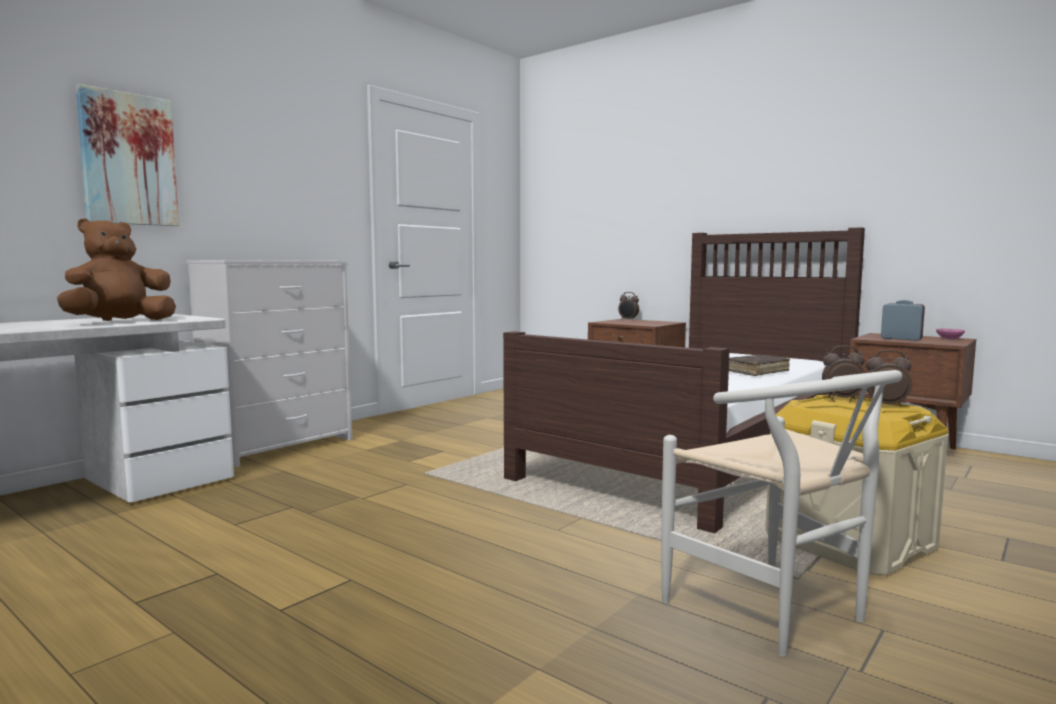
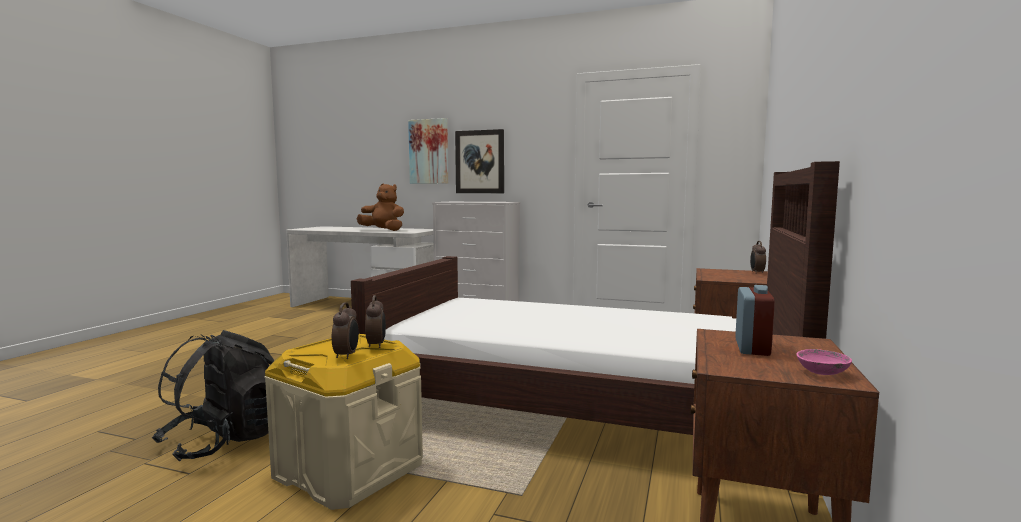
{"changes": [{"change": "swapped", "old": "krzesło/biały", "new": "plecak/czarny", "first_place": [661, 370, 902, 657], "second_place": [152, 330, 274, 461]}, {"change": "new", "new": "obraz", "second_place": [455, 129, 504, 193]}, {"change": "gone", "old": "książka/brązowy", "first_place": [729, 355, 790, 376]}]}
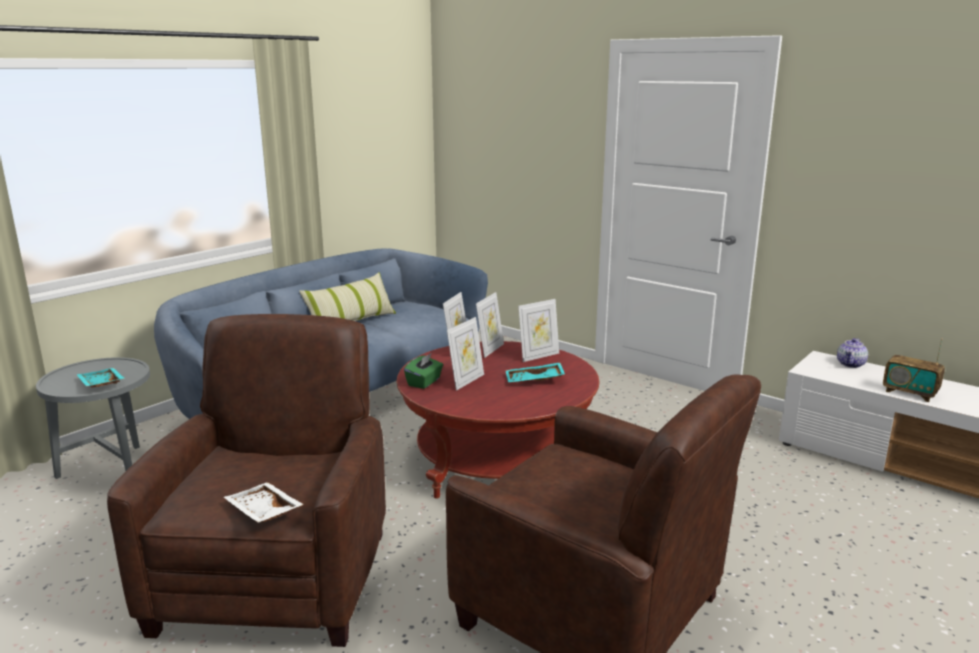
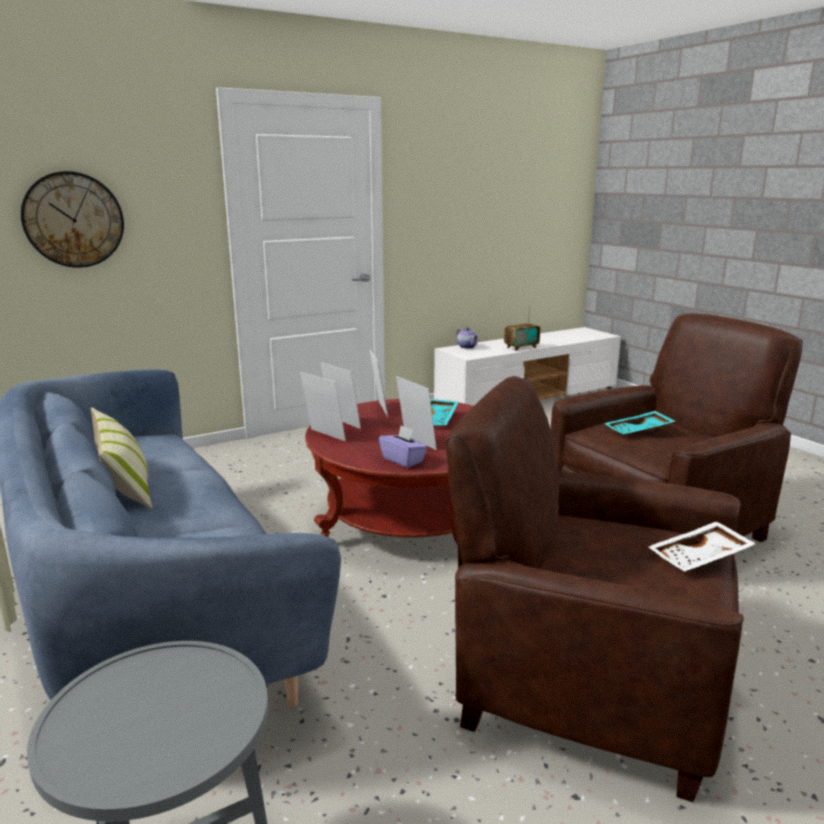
{"changes": [{"change": "new", "new": "zegar ścienny", "second_place": [21, 171, 124, 268]}, {"change": "repainted", "old": "pudełko chusteczek/zielony", "new": "pudełko chusteczek/fioletowy", "first_place": [404, 353, 443, 389], "second_place": [379, 425, 428, 468]}, {"change": "shifted", "old": "taca/turkusowy", "first_place": [76, 368, 125, 388], "second_place": [604, 411, 676, 435]}]}
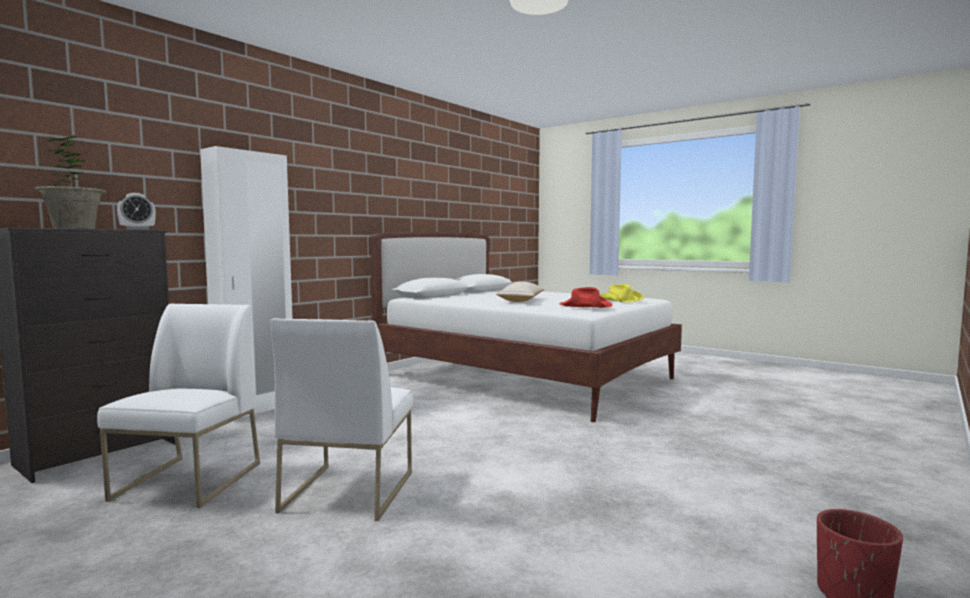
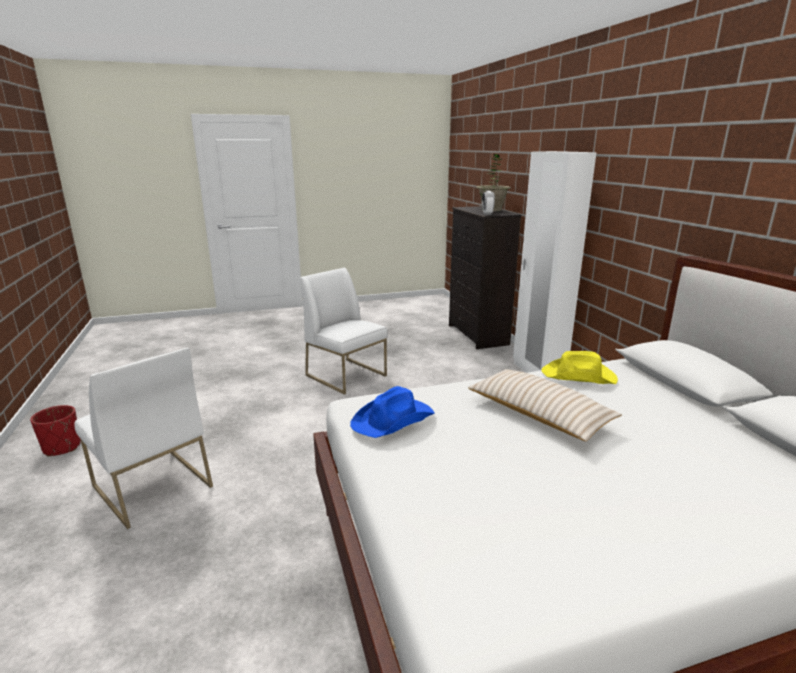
{"changes": [{"change": "shifted", "old": "krzesło/biały", "first_place": [97, 304, 260, 508], "second_place": [74, 348, 213, 529]}, {"change": "repainted", "old": "kapelusz/czerwony", "new": "kapelusz/niebieski", "first_place": [560, 287, 612, 308], "second_place": [350, 386, 435, 438]}, {"change": "shifted", "old": "kapelusz/żółty", "first_place": [600, 284, 644, 302], "second_place": [541, 351, 618, 384]}]}
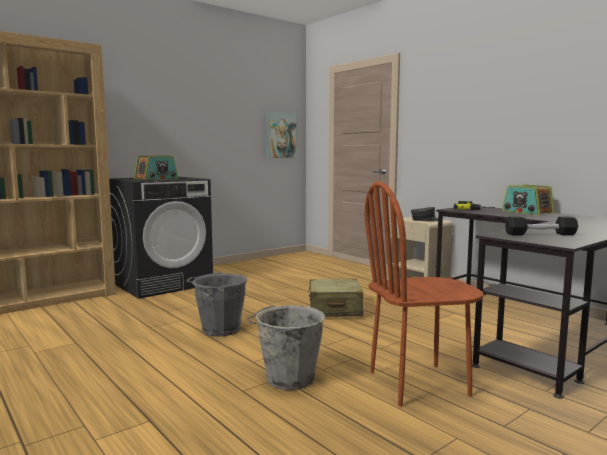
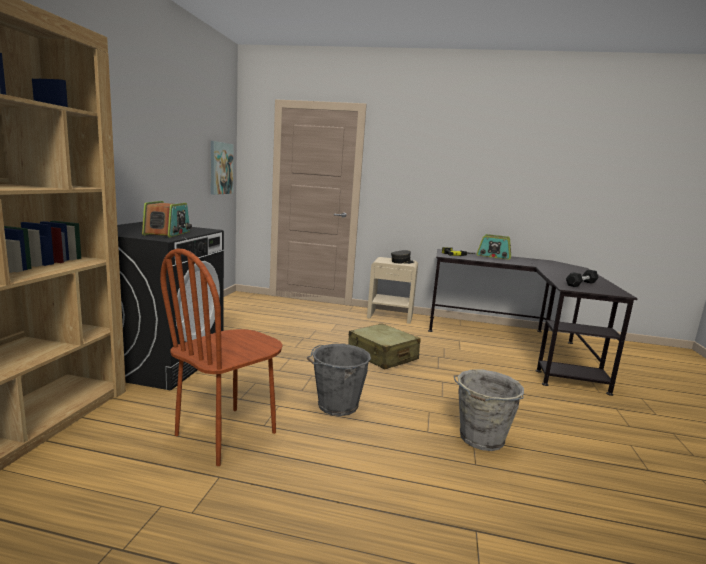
{"changes": [{"change": "shifted", "old": "krzesło/brązowy", "first_place": [365, 182, 484, 407], "second_place": [160, 248, 283, 466]}]}
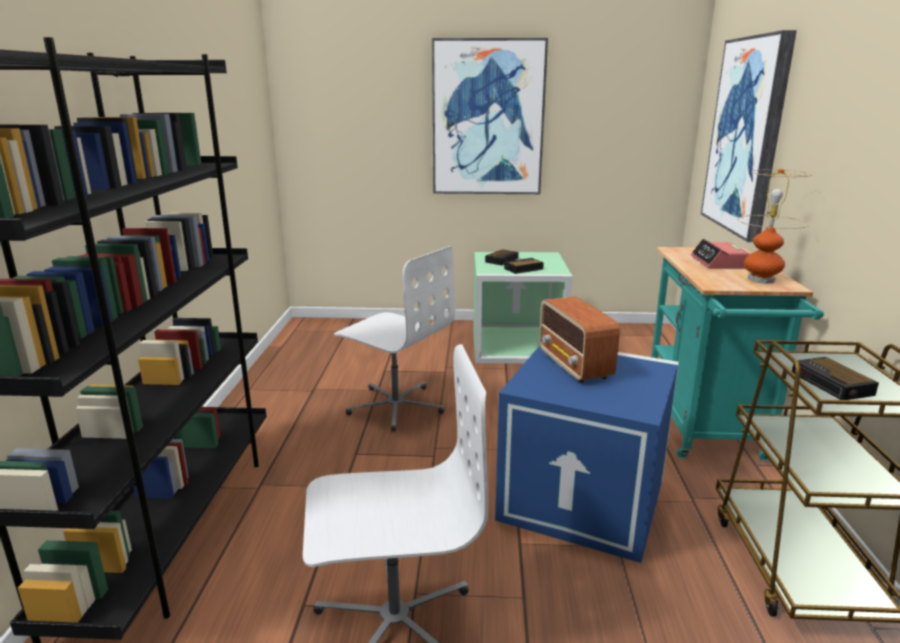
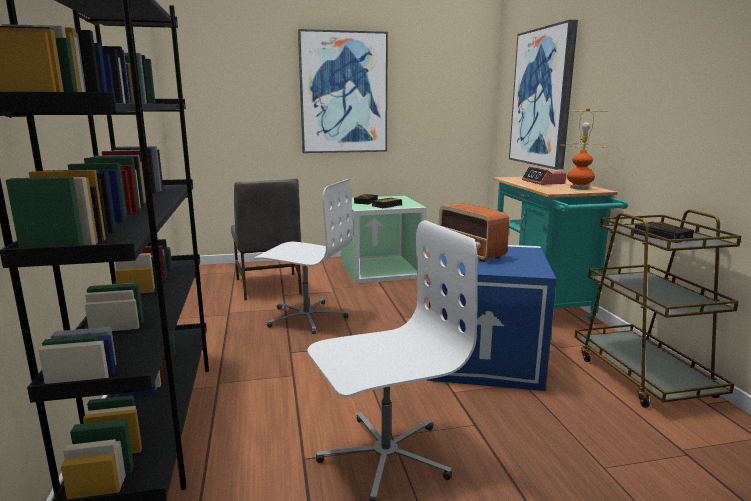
{"changes": [{"change": "new", "new": "krzesło/szary", "second_place": [231, 179, 302, 300]}]}
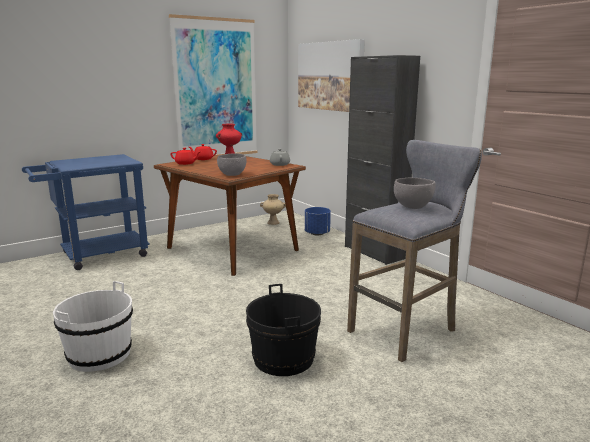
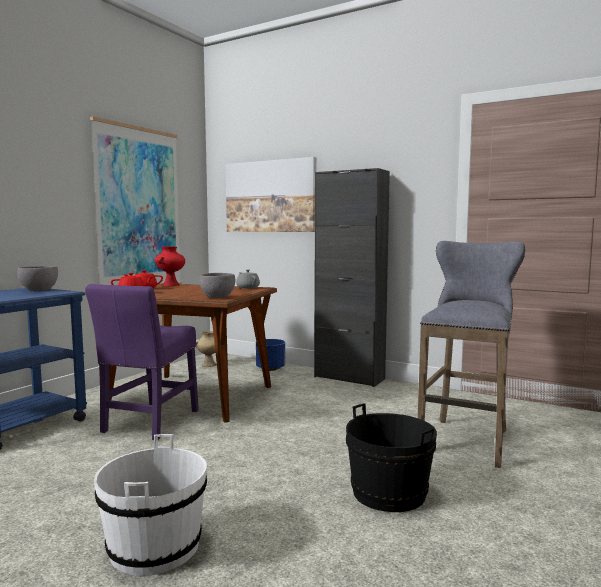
{"changes": [{"change": "shifted", "old": "miska/szary", "first_place": [394, 178, 435, 209], "second_place": [17, 266, 58, 291]}, {"change": "new", "new": "krzesło/fioletowy", "second_place": [85, 284, 199, 440]}]}
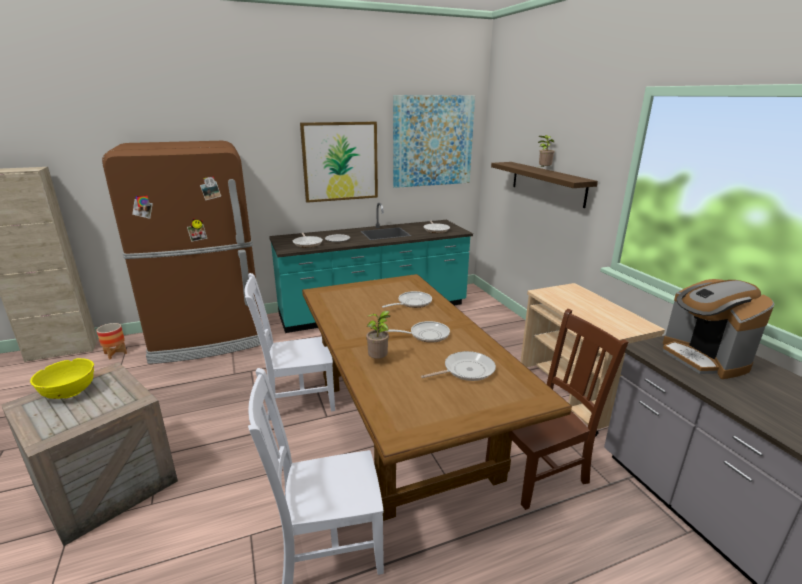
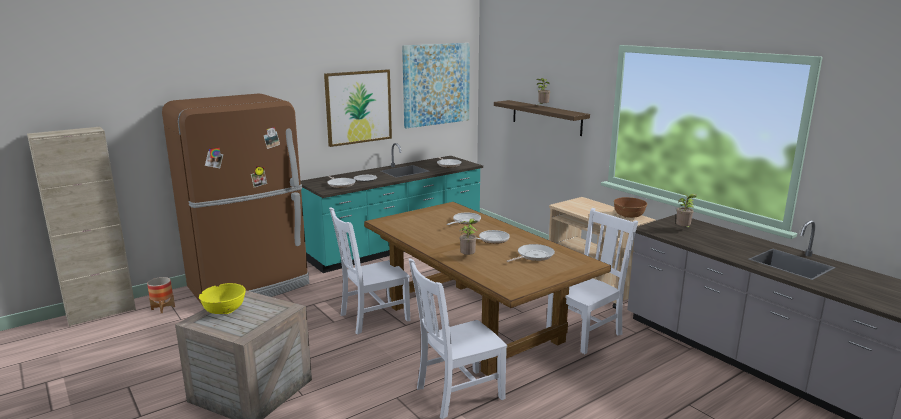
{"changes": [{"change": "repainted", "old": "krzesło/brązowy", "new": "krzesło/biały", "first_place": [485, 309, 629, 510], "second_place": [546, 208, 638, 354]}, {"change": "new", "new": "miska/brązowy", "second_place": [614, 197, 647, 218]}, {"change": "swapped", "old": "ekspres do kawy", "new": "roślina doniczkowa", "first_place": [663, 279, 774, 379], "second_place": [676, 194, 697, 227]}]}
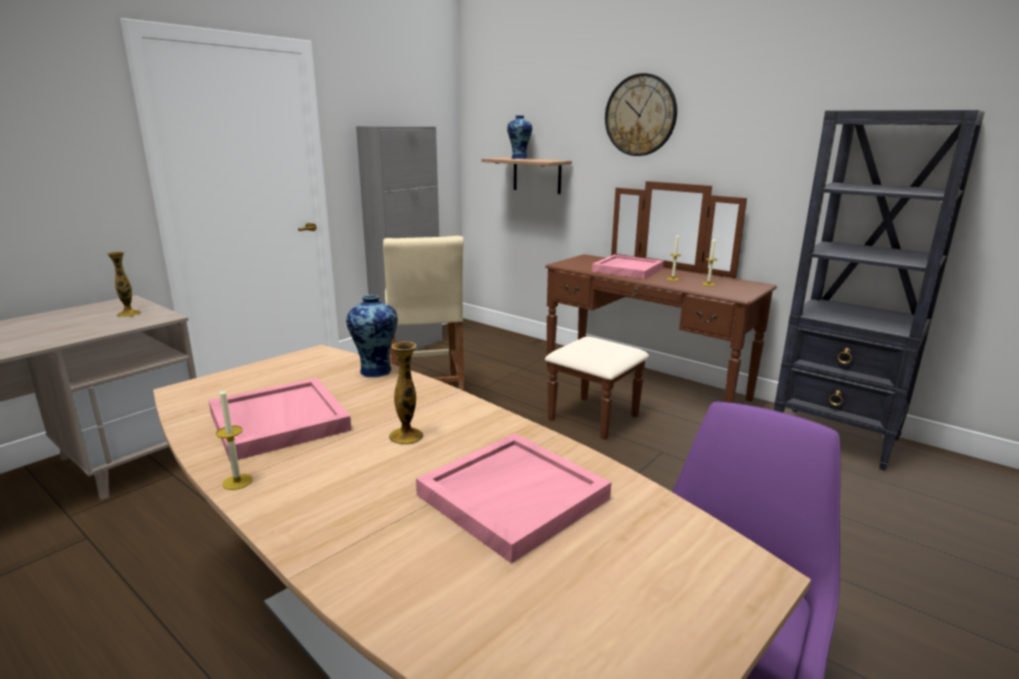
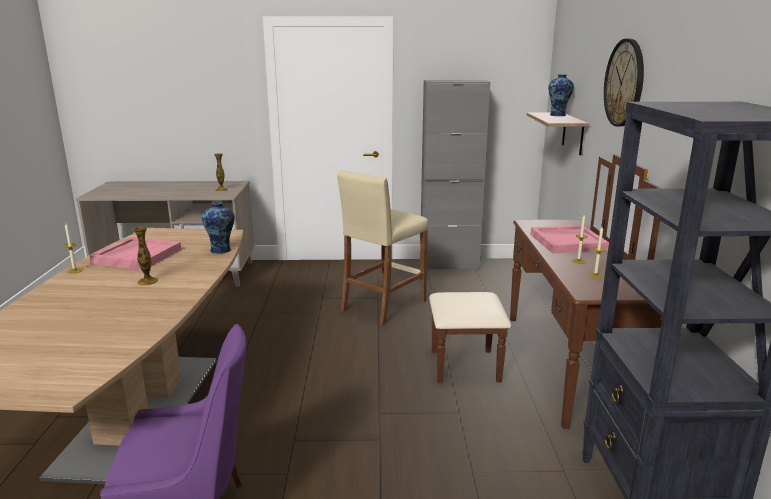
{"changes": [{"change": "gone", "old": "taca/różowy", "first_place": [416, 433, 611, 564]}]}
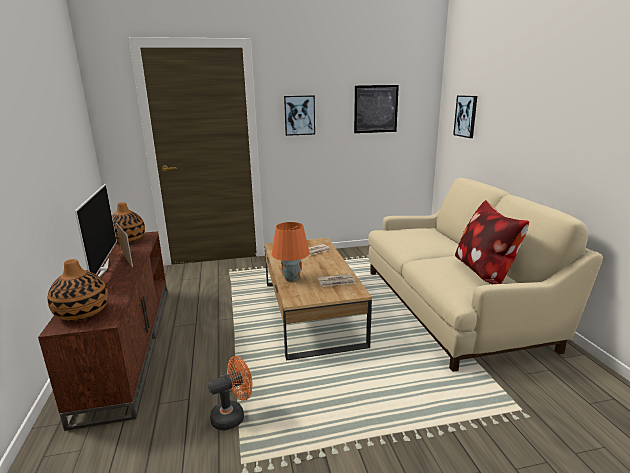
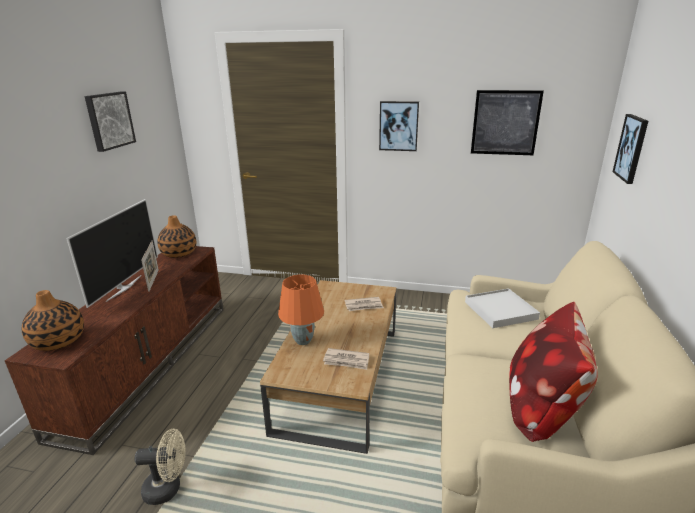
{"changes": [{"change": "new", "new": "obraz", "second_place": [84, 92, 136, 152]}, {"change": "repainted", "old": "wentylator/pomarańczowy", "new": "wentylator/beżowy", "first_place": [208, 356, 252, 430], "second_place": [135, 429, 186, 505]}, {"change": "new", "new": "taca/biały", "second_place": [465, 288, 540, 328]}]}
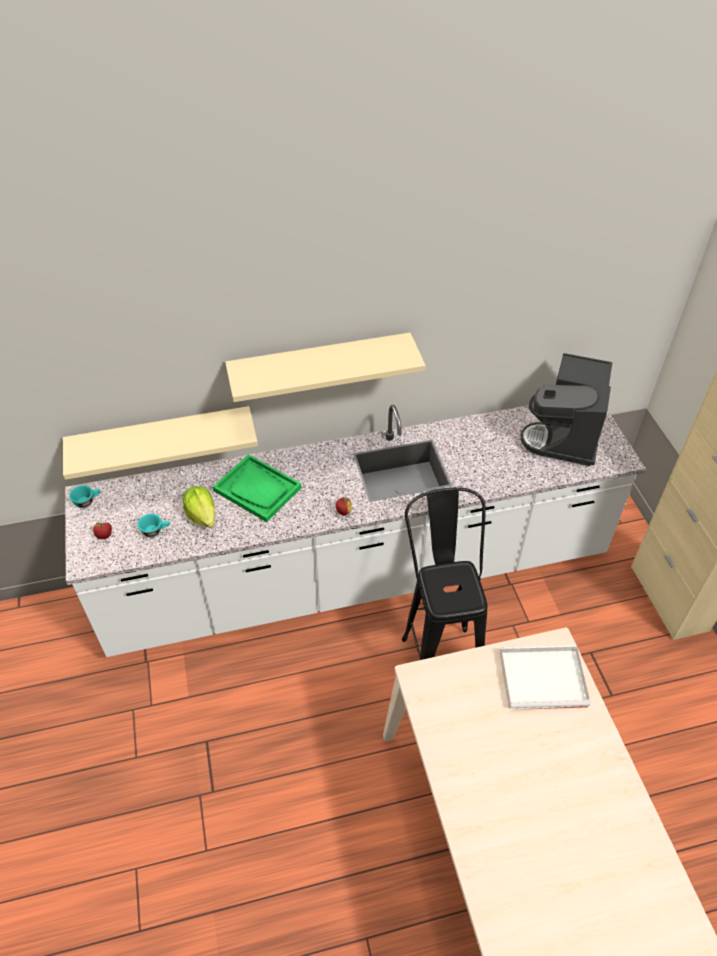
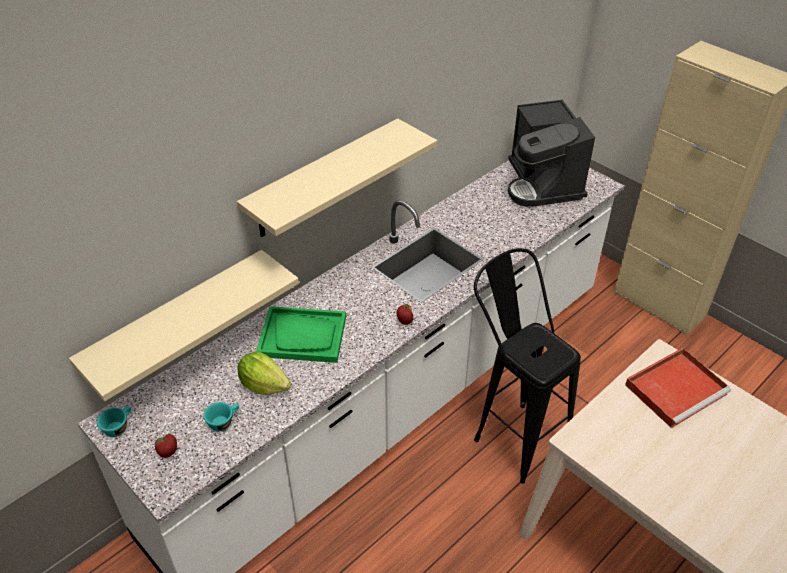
{"changes": [{"change": "repainted", "old": "taca/biały", "new": "taca/czerwony", "first_place": [500, 645, 590, 710], "second_place": [625, 348, 731, 428]}]}
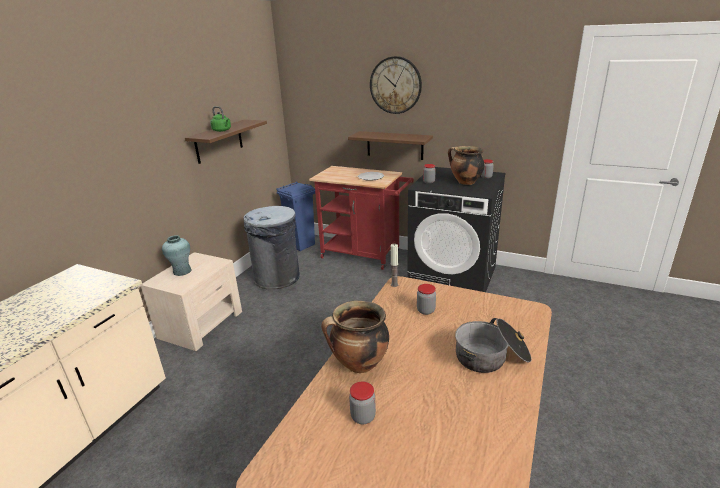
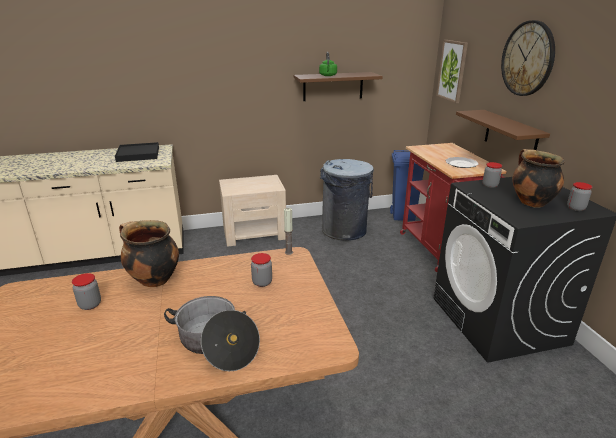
{"changes": [{"change": "new", "new": "taca/czarny", "second_place": [115, 142, 159, 162]}, {"change": "new", "new": "obraz", "second_place": [436, 40, 468, 103]}, {"change": "gone", "old": "wazon/turkusowy", "first_place": [162, 235, 191, 276]}]}
